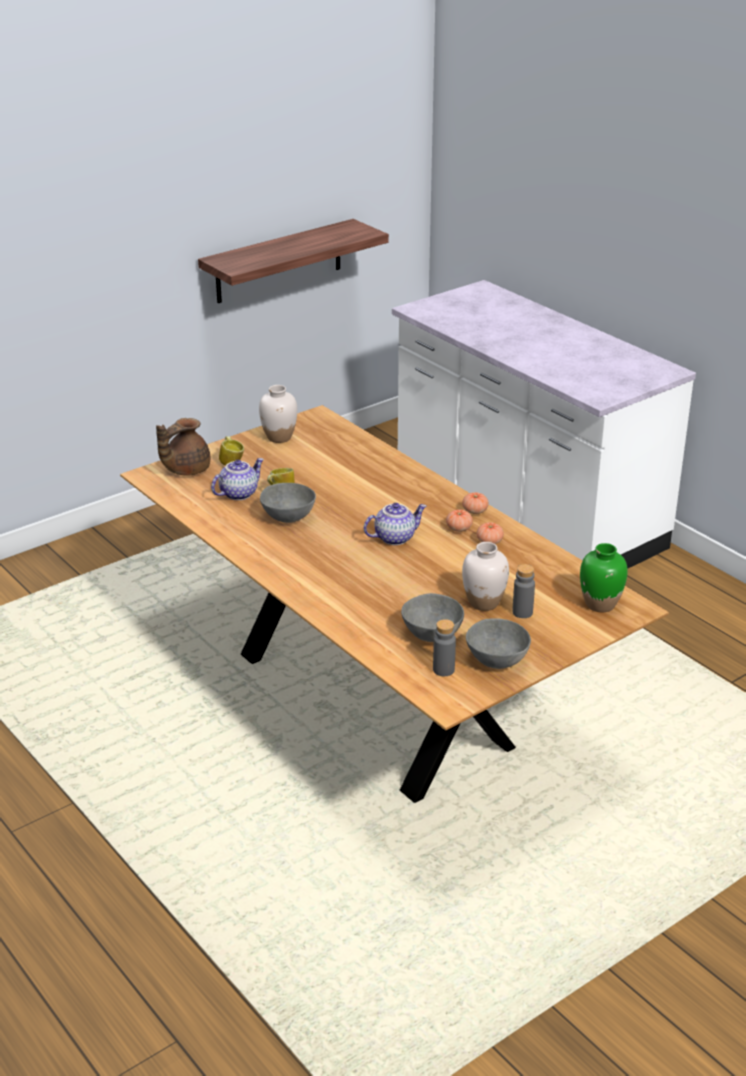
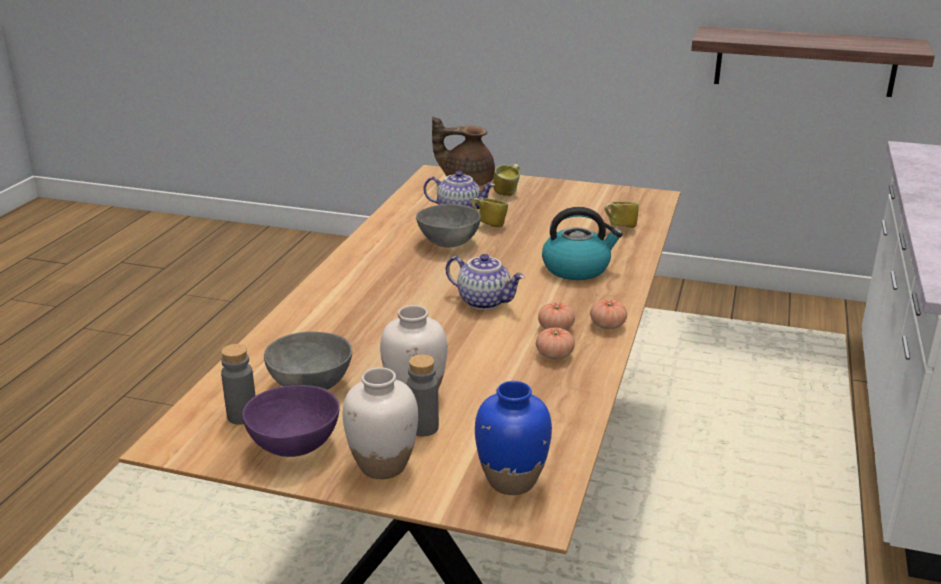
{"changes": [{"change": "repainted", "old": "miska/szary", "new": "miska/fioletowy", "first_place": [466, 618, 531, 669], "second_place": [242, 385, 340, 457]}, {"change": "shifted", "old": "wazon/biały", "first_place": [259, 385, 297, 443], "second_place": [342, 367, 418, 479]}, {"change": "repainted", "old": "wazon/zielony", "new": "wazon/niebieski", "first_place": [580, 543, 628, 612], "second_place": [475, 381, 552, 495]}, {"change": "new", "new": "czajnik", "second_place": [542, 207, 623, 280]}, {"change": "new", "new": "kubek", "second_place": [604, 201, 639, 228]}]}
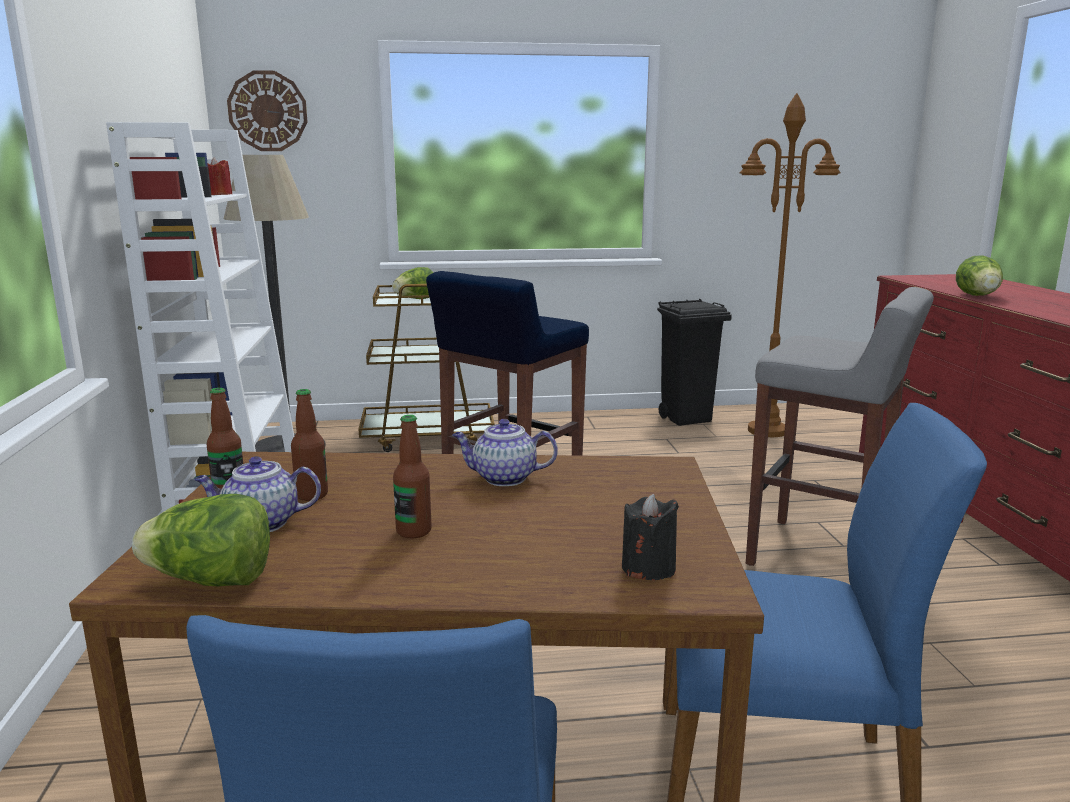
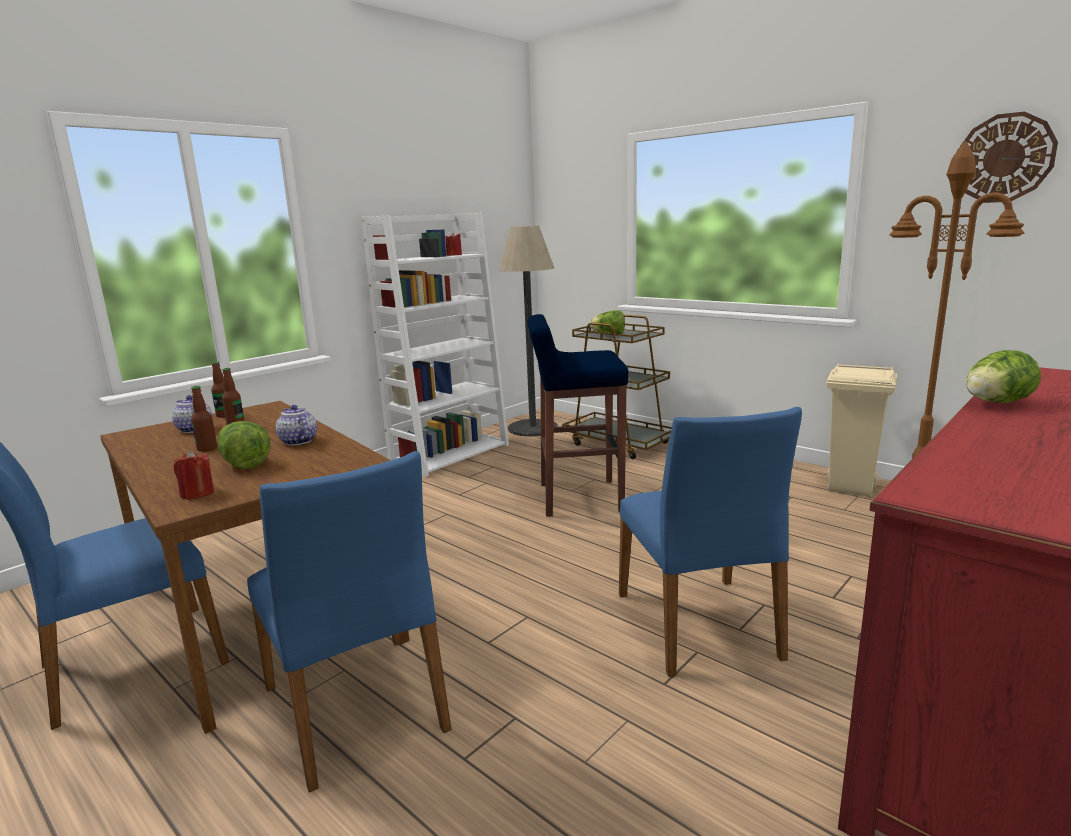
{"changes": [{"change": "repainted", "old": "świeca/czarny", "new": "świeca/czerwony", "first_place": [622, 493, 679, 580], "second_place": [173, 450, 214, 500]}, {"change": "shifted", "old": "sałata", "first_place": [132, 494, 270, 586], "second_place": [218, 421, 271, 469]}, {"change": "swapped", "old": "stołek/szary", "new": "krzesło/niebieski", "first_place": [746, 287, 934, 566], "second_place": [619, 407, 802, 677]}, {"change": "repainted", "old": "kosz na śmieci/czarny", "new": "kosz na śmieci/beżowy", "first_place": [657, 299, 732, 426], "second_place": [826, 363, 897, 497]}, {"change": "shifted", "old": "zegar ścienny", "first_place": [227, 70, 308, 151], "second_place": [959, 111, 1058, 203]}]}
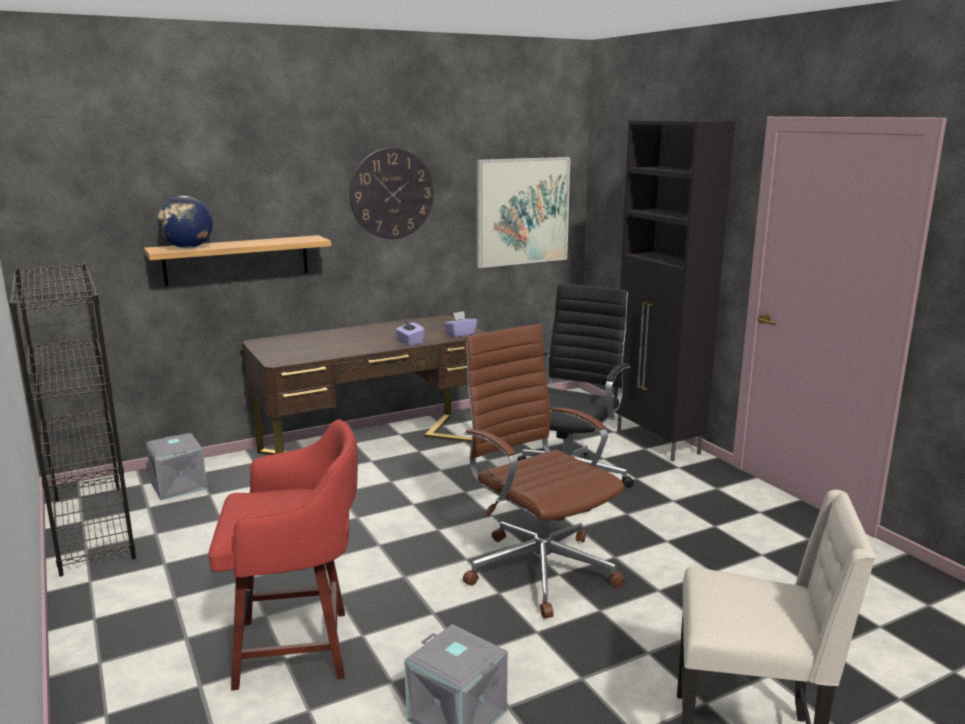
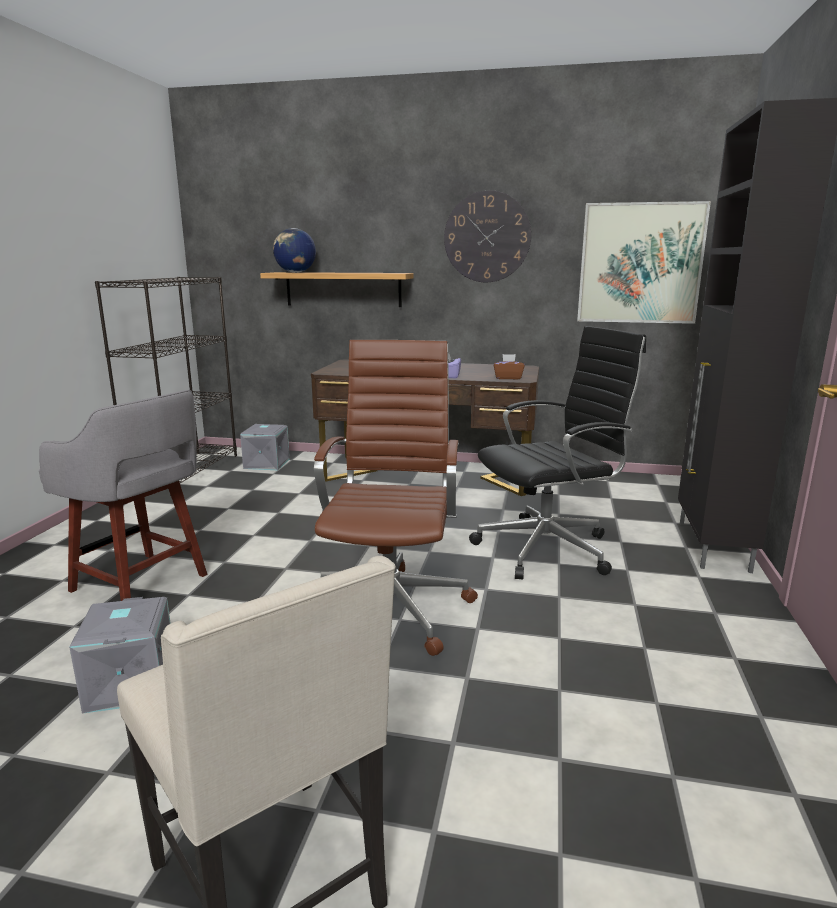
{"changes": [{"change": "repainted", "old": "stołek/czerwony", "new": "stołek/szary", "first_place": [209, 419, 358, 691], "second_place": [39, 390, 207, 601]}, {"change": "repainted", "old": "pudełko chusteczek/fioletowy", "new": "pudełko chusteczek/brązowy", "first_place": [444, 311, 477, 337], "second_place": [493, 354, 525, 379]}]}
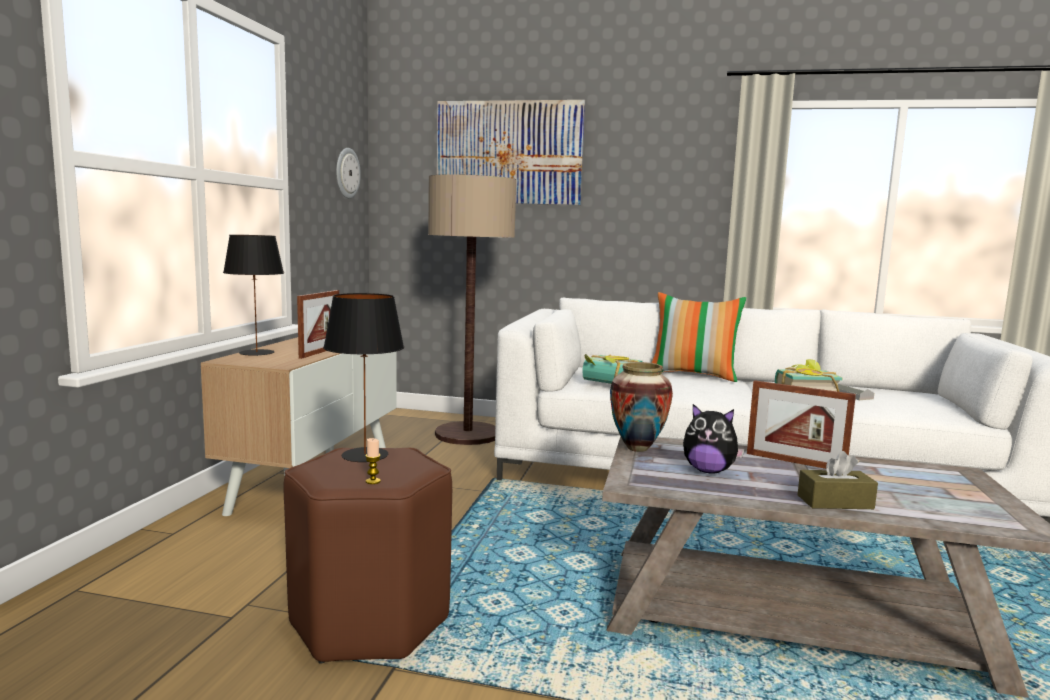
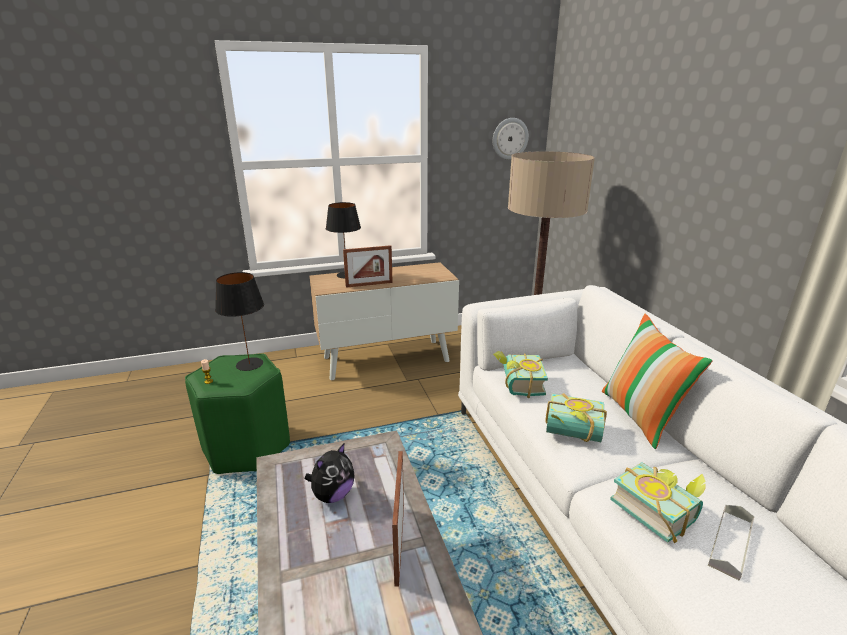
{"changes": [{"change": "repainted", "old": "stołek/brązowy", "new": "stołek/zielony", "first_place": [283, 448, 452, 663], "second_place": [185, 353, 290, 474]}, {"change": "rotated", "old": "pluszak", "first_place": [683, 404, 745, 474], "second_place": [305, 442, 355, 503], "degrees": -135}, {"change": "new", "new": "książka", "second_place": [545, 393, 607, 442]}, {"change": "gone", "old": "obraz", "first_place": [437, 100, 585, 205]}, {"change": "gone", "old": "wazon", "first_place": [610, 362, 673, 452]}, {"change": "gone", "old": "pudełko chusteczek/brązowy", "first_place": [798, 451, 878, 509]}]}
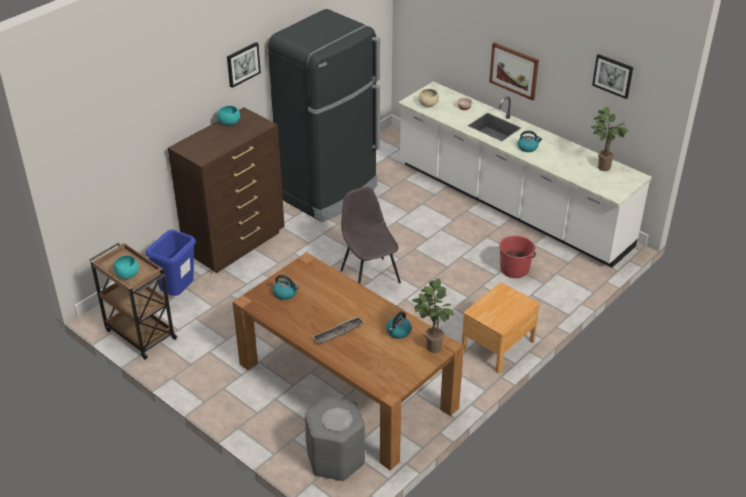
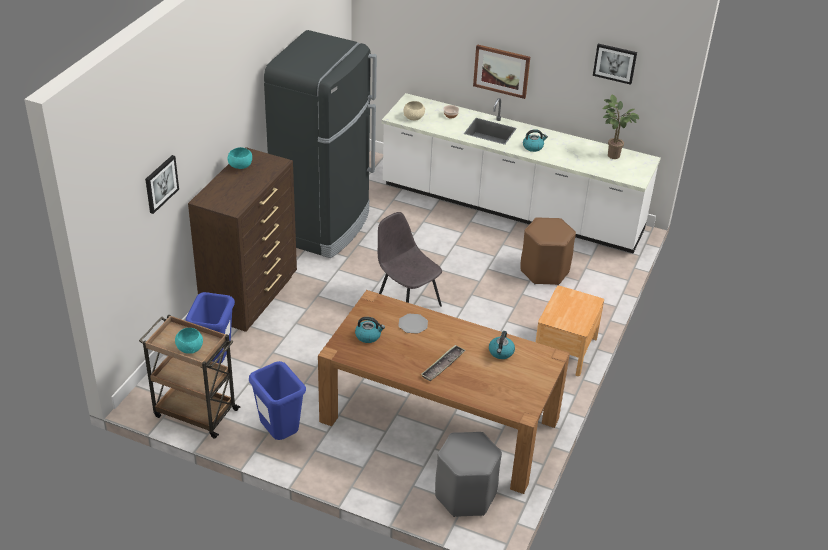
{"changes": [{"change": "shifted", "old": "obraz", "first_place": [227, 42, 261, 88], "second_place": [145, 155, 179, 214]}, {"change": "new", "new": "kosz na śmieci/niebieski", "second_place": [249, 361, 306, 440]}, {"change": "shifted", "old": "talerz", "first_place": [321, 407, 353, 432], "second_place": [399, 314, 428, 334]}, {"change": "swapped", "old": "wiadro/czerwony", "new": "stołek/brązowy", "first_place": [499, 235, 536, 278], "second_place": [520, 217, 576, 285]}, {"change": "gone", "old": "roślina doniczkowa", "first_place": [412, 278, 454, 353]}]}
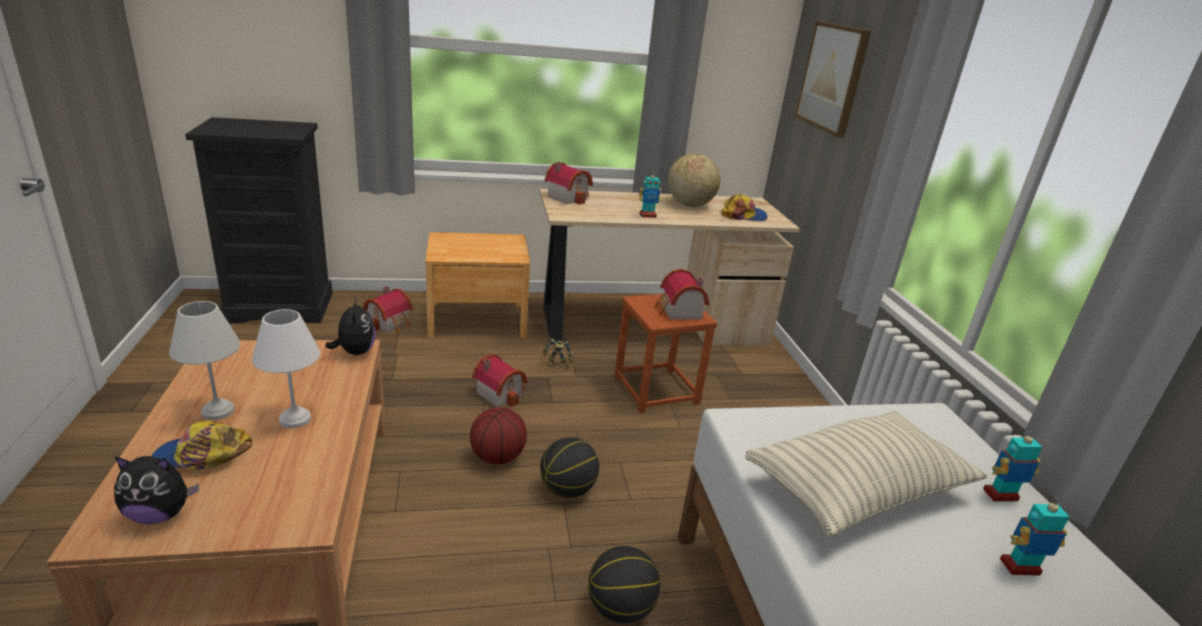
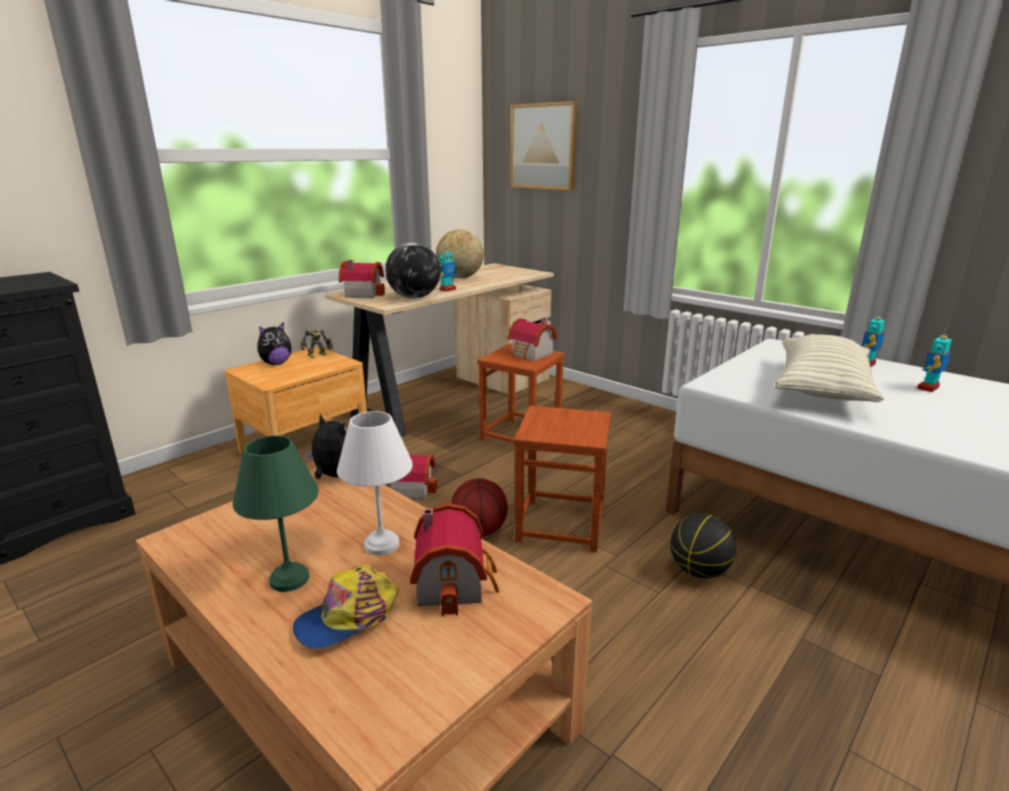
{"changes": [{"change": "repainted", "old": "lampa stołowa/biały", "new": "lampa stołowa/zielony", "first_place": [169, 301, 241, 420], "second_place": [233, 436, 319, 592]}, {"change": "shifted", "old": "pluszak", "first_place": [114, 456, 199, 524], "second_place": [258, 322, 292, 365]}, {"change": "shifted", "old": "robot zabawkowy", "first_place": [543, 338, 574, 367], "second_place": [300, 329, 333, 358]}, {"change": "new", "new": "globus", "second_place": [385, 242, 441, 299]}, {"change": "shifted", "old": "domek", "first_place": [363, 286, 413, 333], "second_place": [410, 503, 500, 616]}, {"change": "swapped", "old": "piłka do koszykówki", "new": "stołek/brązowy", "first_place": [540, 437, 599, 498], "second_place": [513, 406, 611, 552]}, {"change": "gone", "old": "czapka z daszkiem", "first_place": [722, 194, 768, 222]}]}
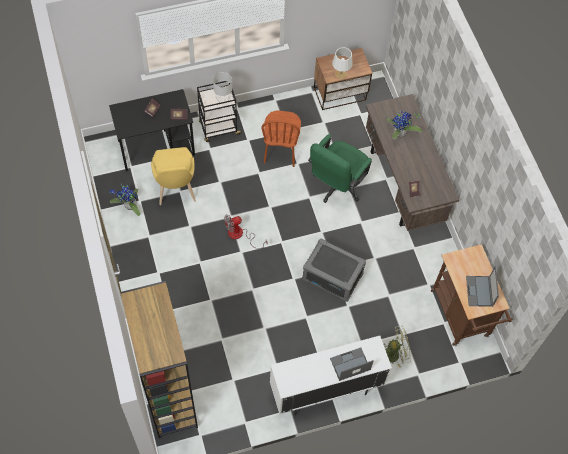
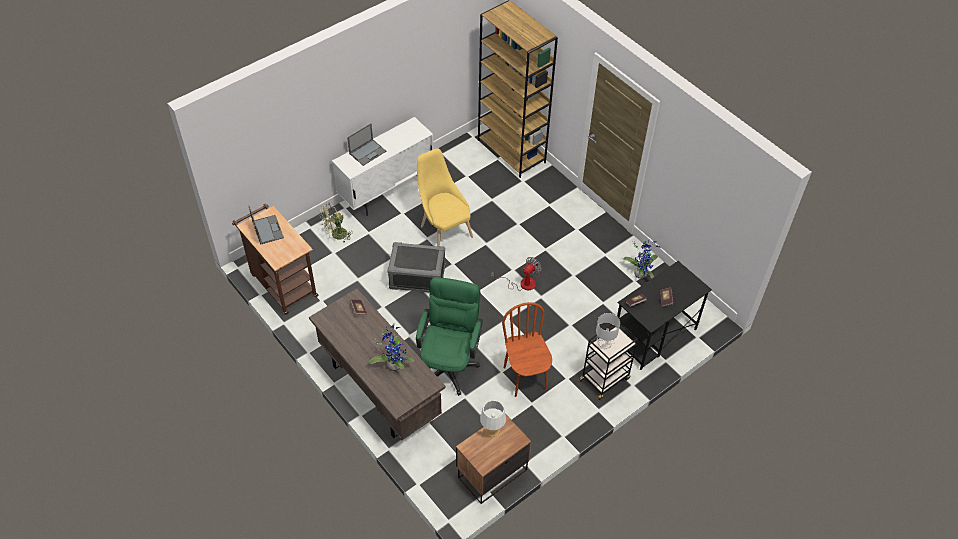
{"changes": [{"change": "shifted", "old": "krzesło/żółty", "first_place": [151, 147, 196, 205], "second_place": [417, 148, 473, 246]}]}
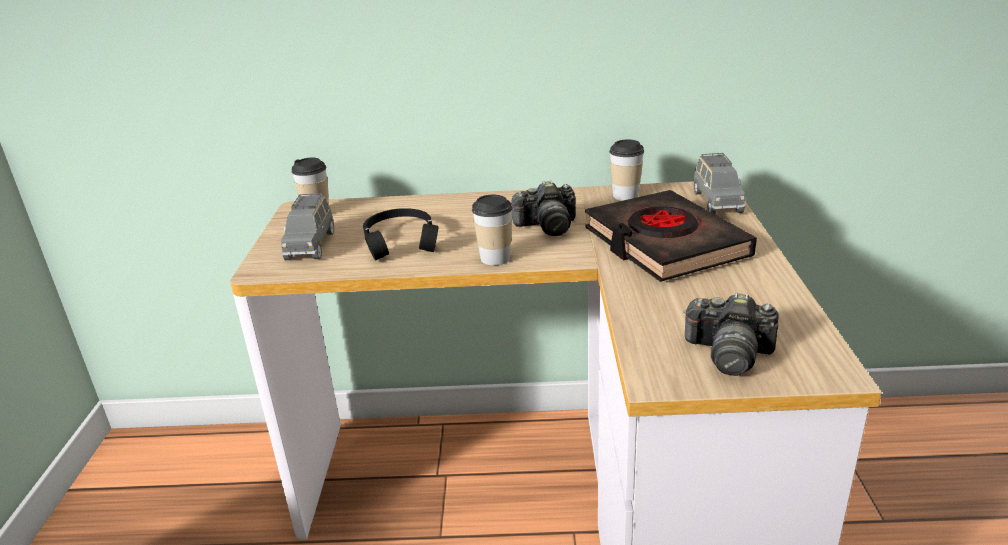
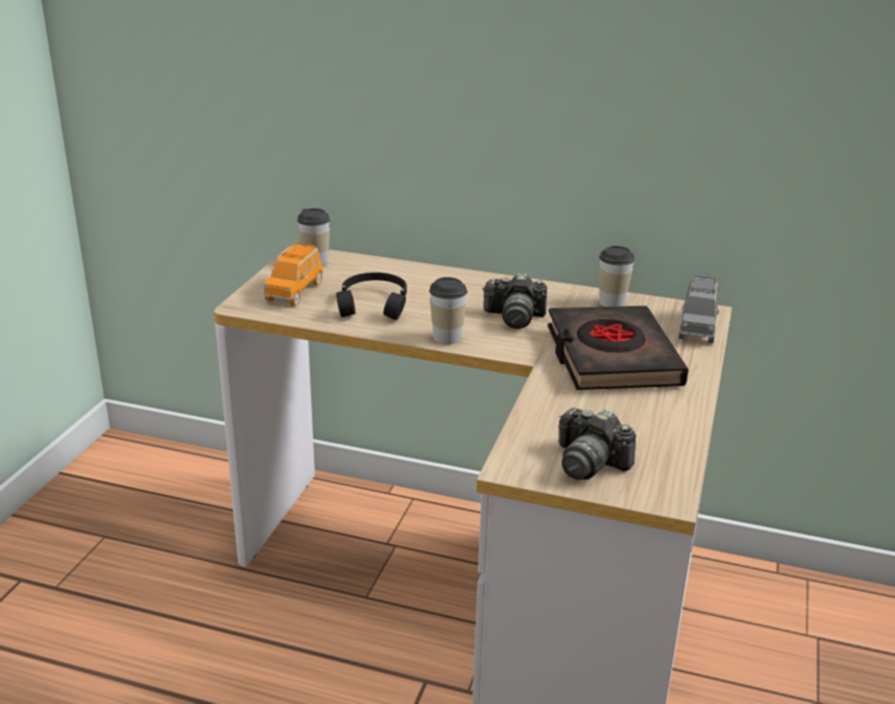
{"changes": [{"change": "repainted", "old": "samochodzik/szary", "new": "samochodzik/pomarańczowy", "first_place": [281, 193, 334, 260], "second_place": [264, 243, 323, 306]}]}
